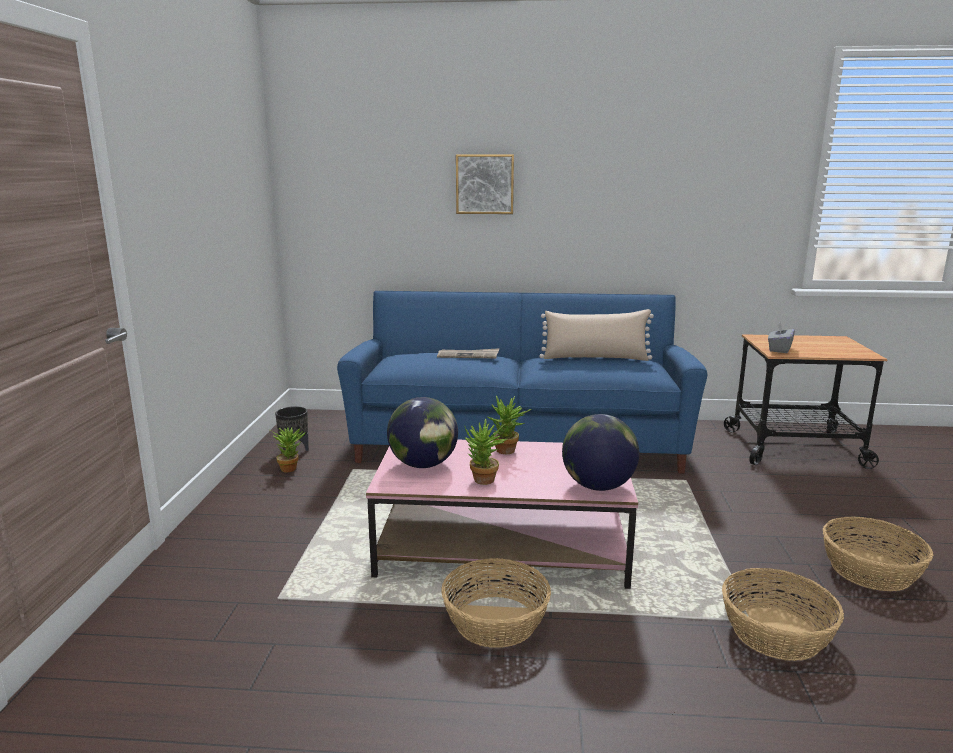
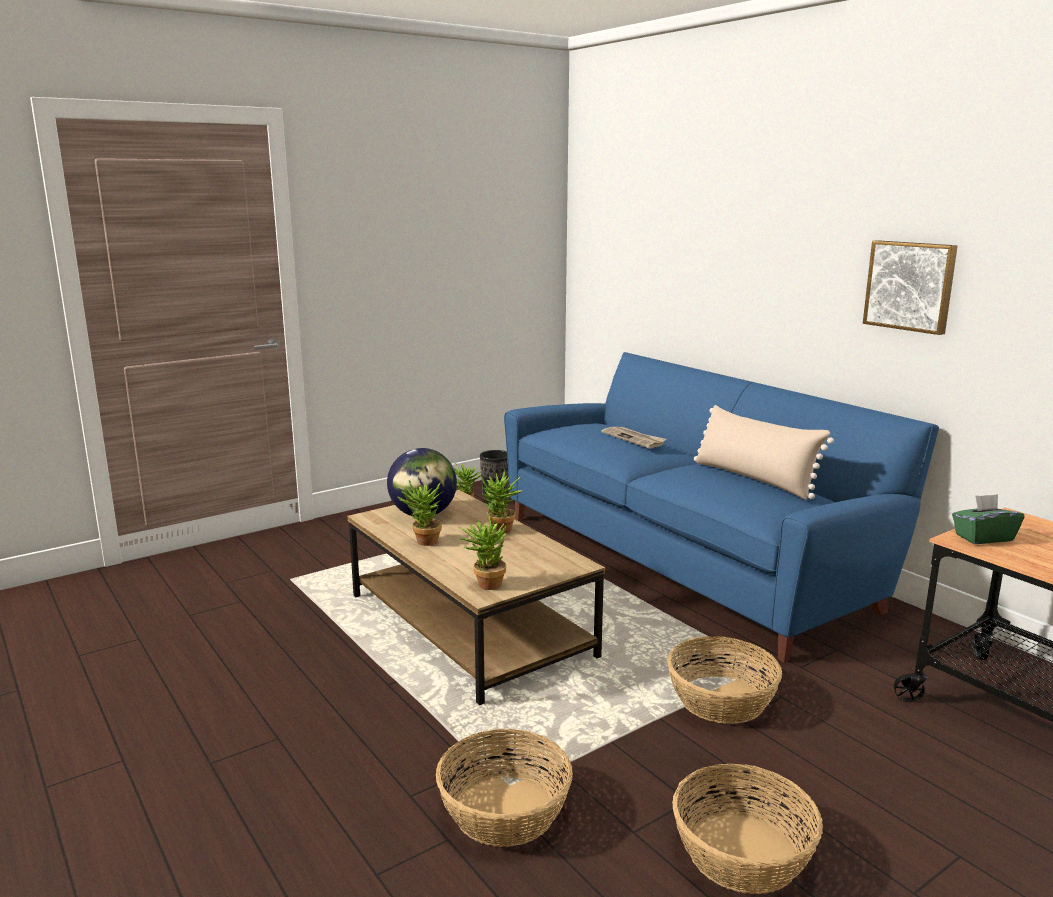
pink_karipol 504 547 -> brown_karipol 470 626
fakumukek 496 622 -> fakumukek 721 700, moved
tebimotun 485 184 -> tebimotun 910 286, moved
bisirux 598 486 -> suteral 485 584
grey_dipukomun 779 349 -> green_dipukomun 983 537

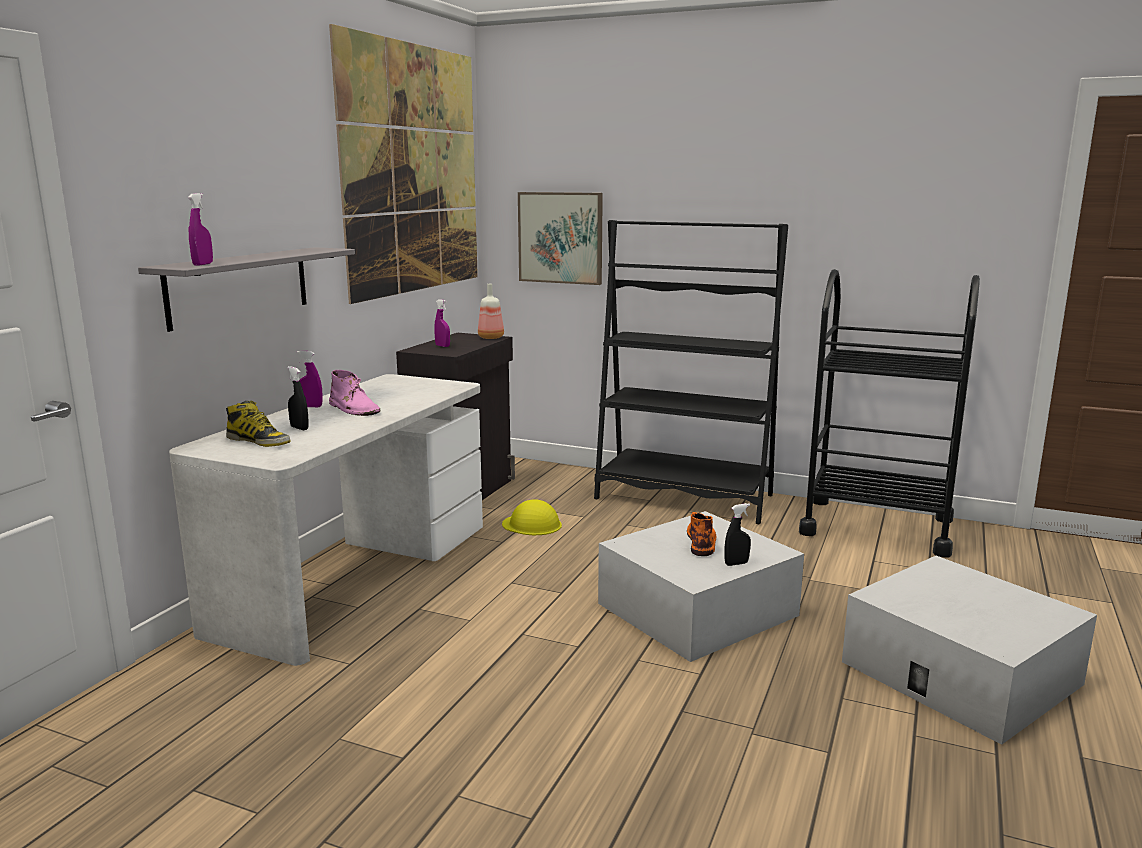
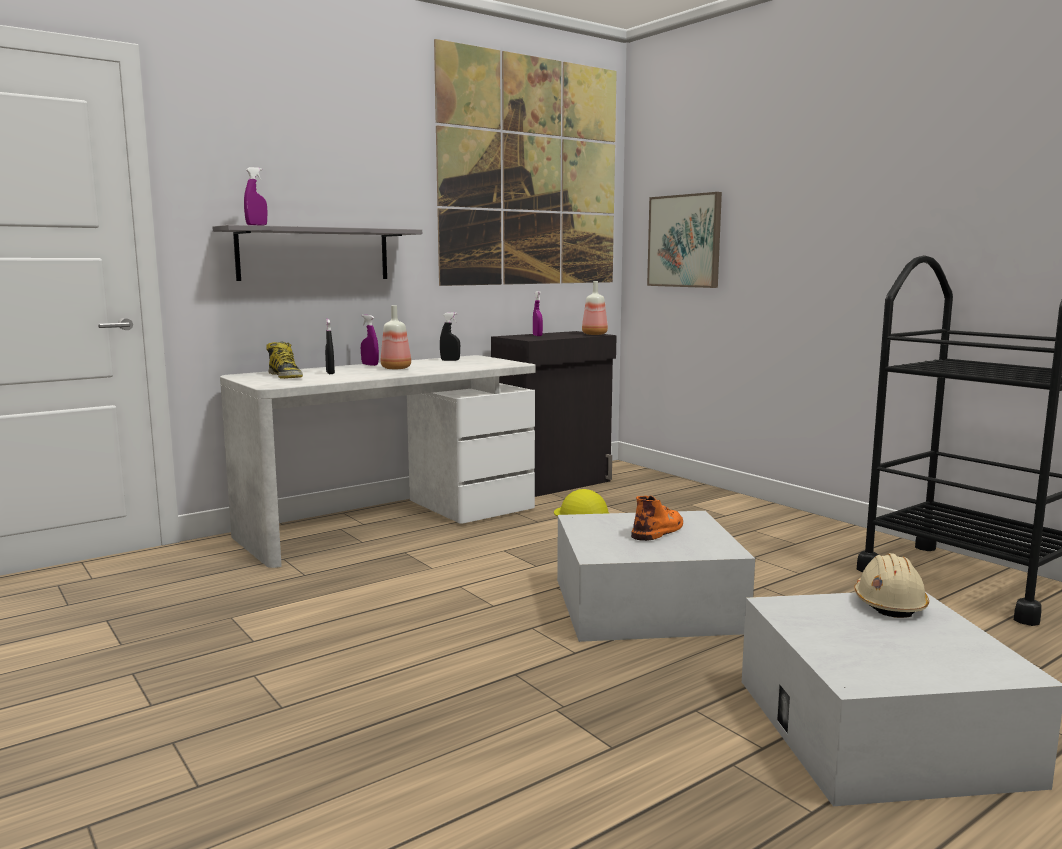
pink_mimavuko 354 409 -> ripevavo 396 368
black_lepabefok 684 497 -> none
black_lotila 736 563 -> black_lotila 450 360, moved
none -> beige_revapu 889 603

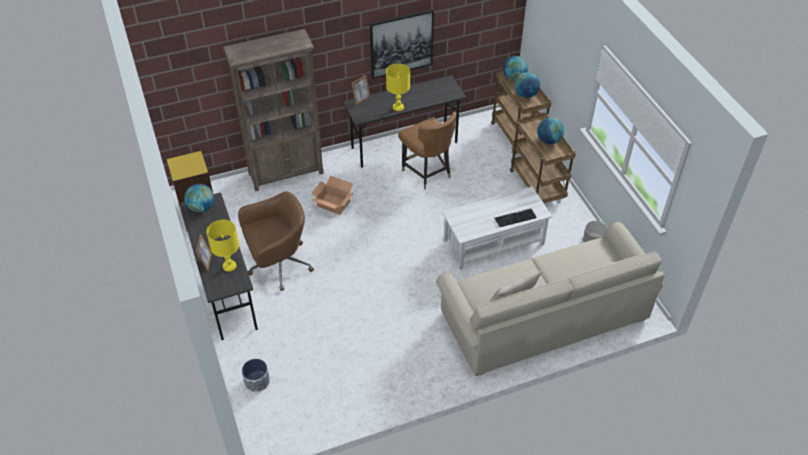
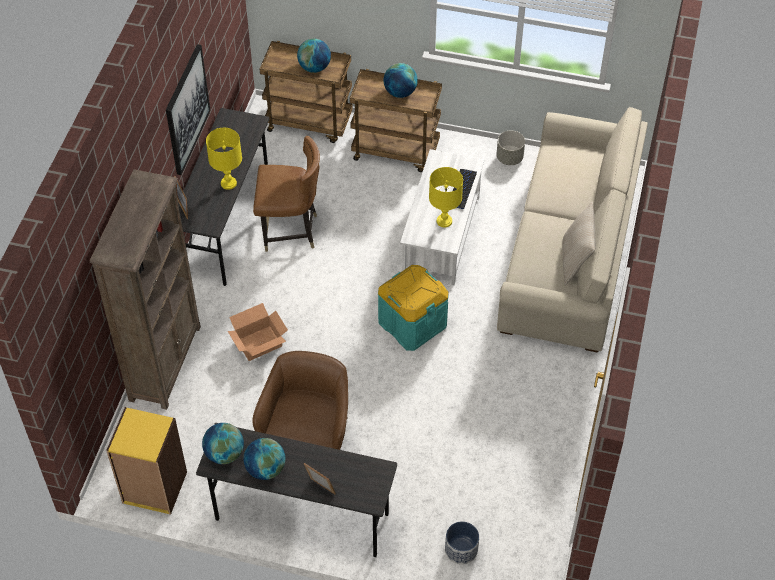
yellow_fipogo 229 266 -> yellow_fipogo 444 221, moved
bisirux 514 78 -> bisirux 265 469, moved
none -> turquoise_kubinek 412 323

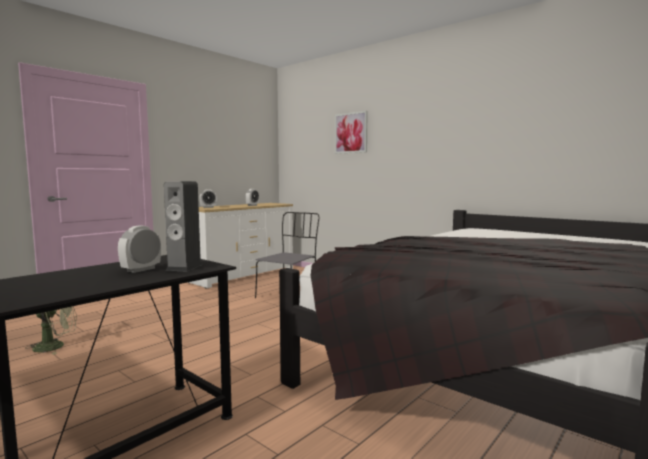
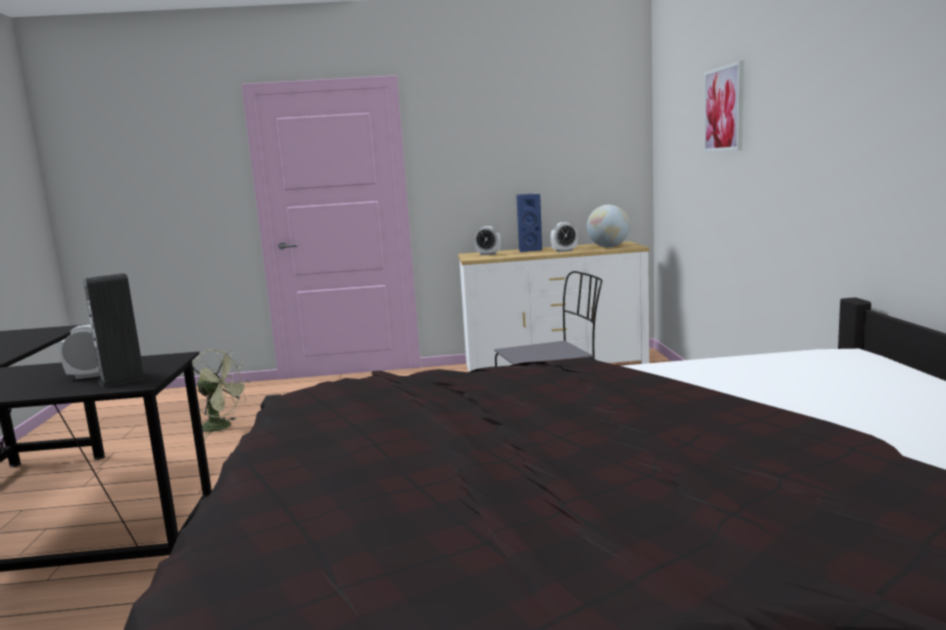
none -> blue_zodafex 529 250
none -> bisirux 608 247

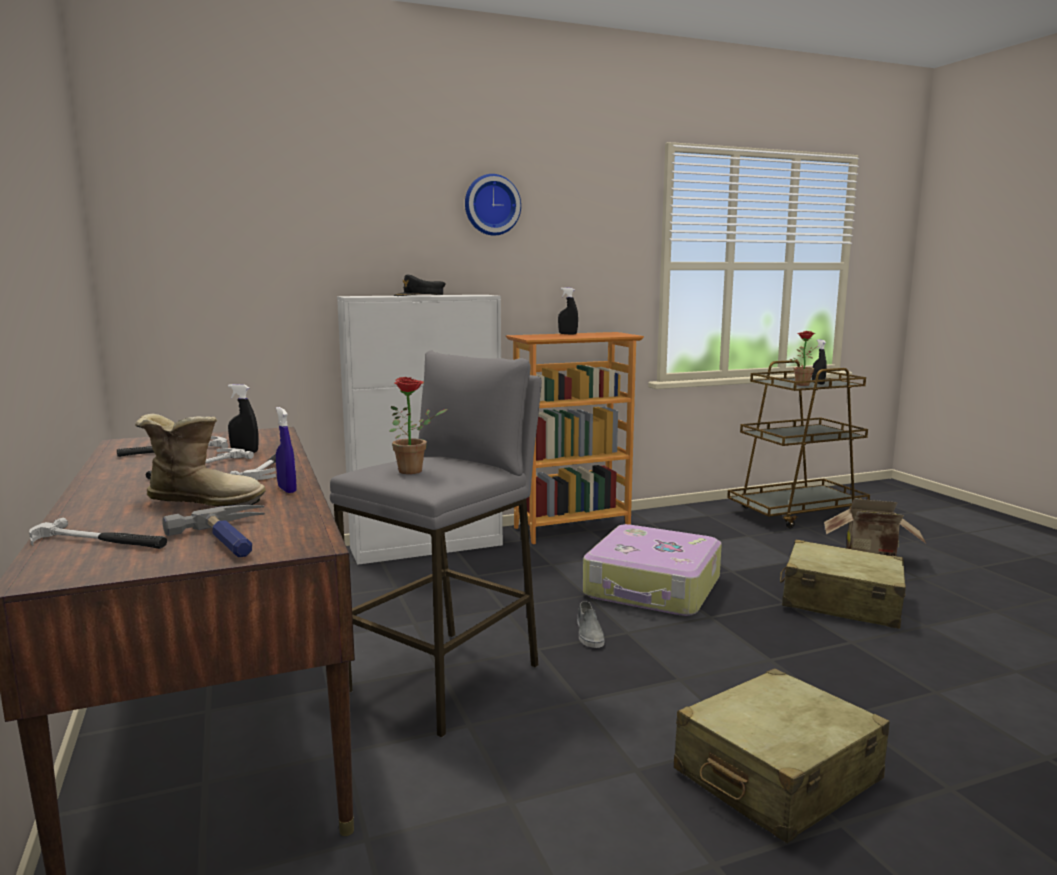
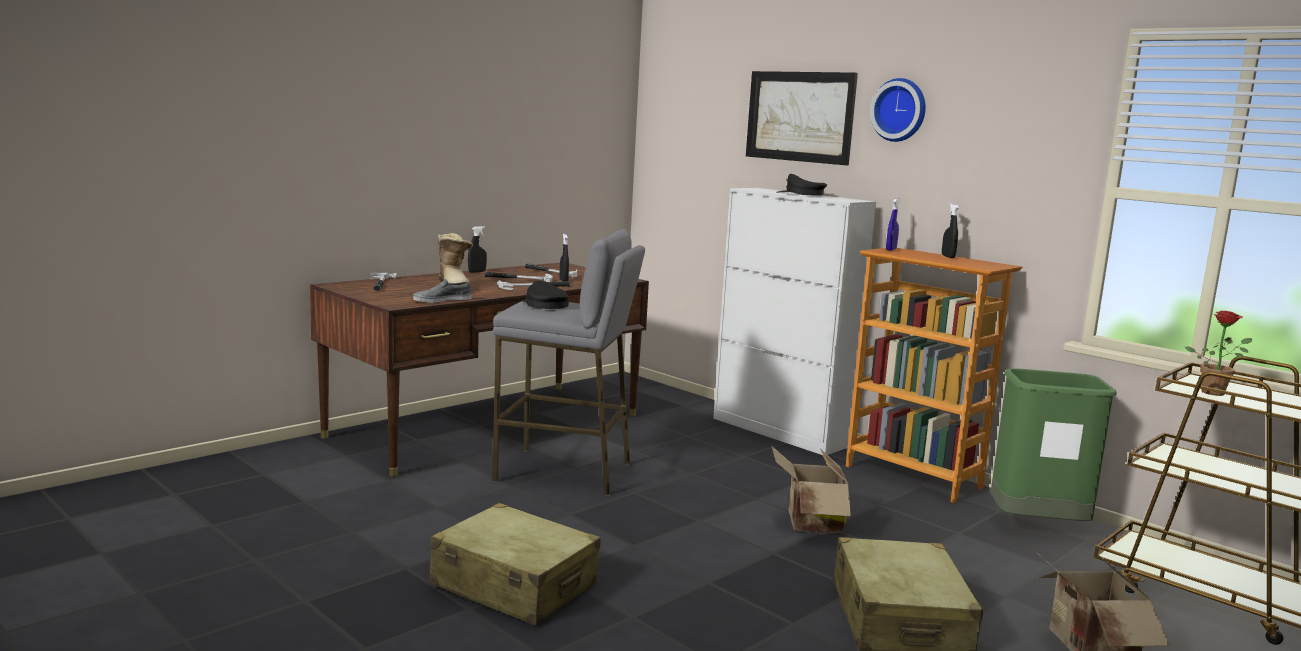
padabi 230 540 -> none
blue_lotila 287 490 -> blue_lotila 891 249, moved
suteral 415 470 -> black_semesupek 544 304
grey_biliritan 589 633 -> grey_biliritan 442 300, moved
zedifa 653 588 -> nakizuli 809 524
black_lotila 818 383 -> black_lotila 477 272, moved
none -> tebimotun 800 116
none -> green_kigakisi 1037 527

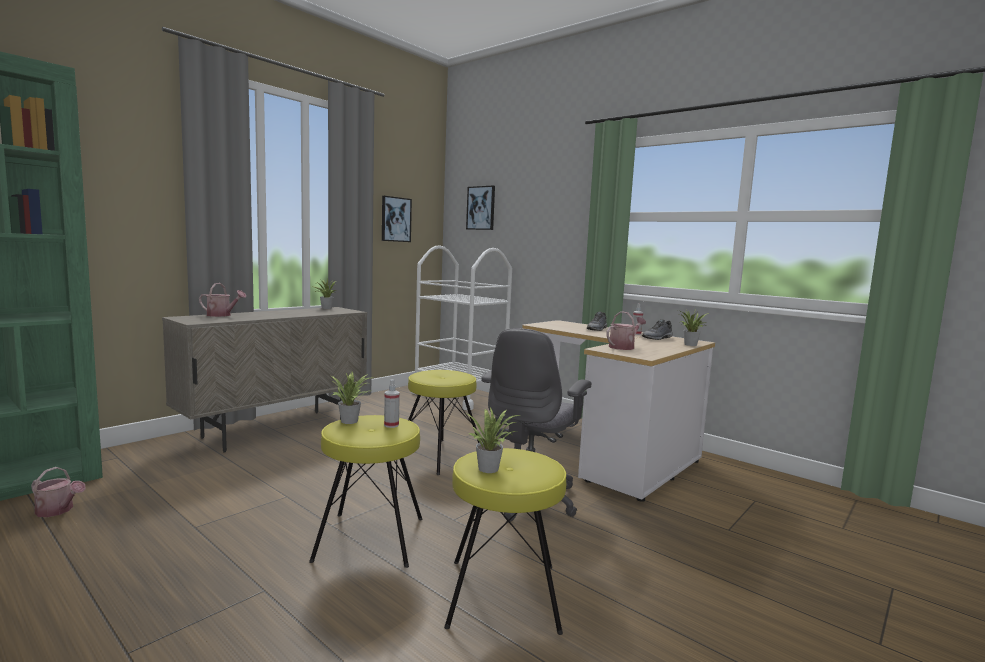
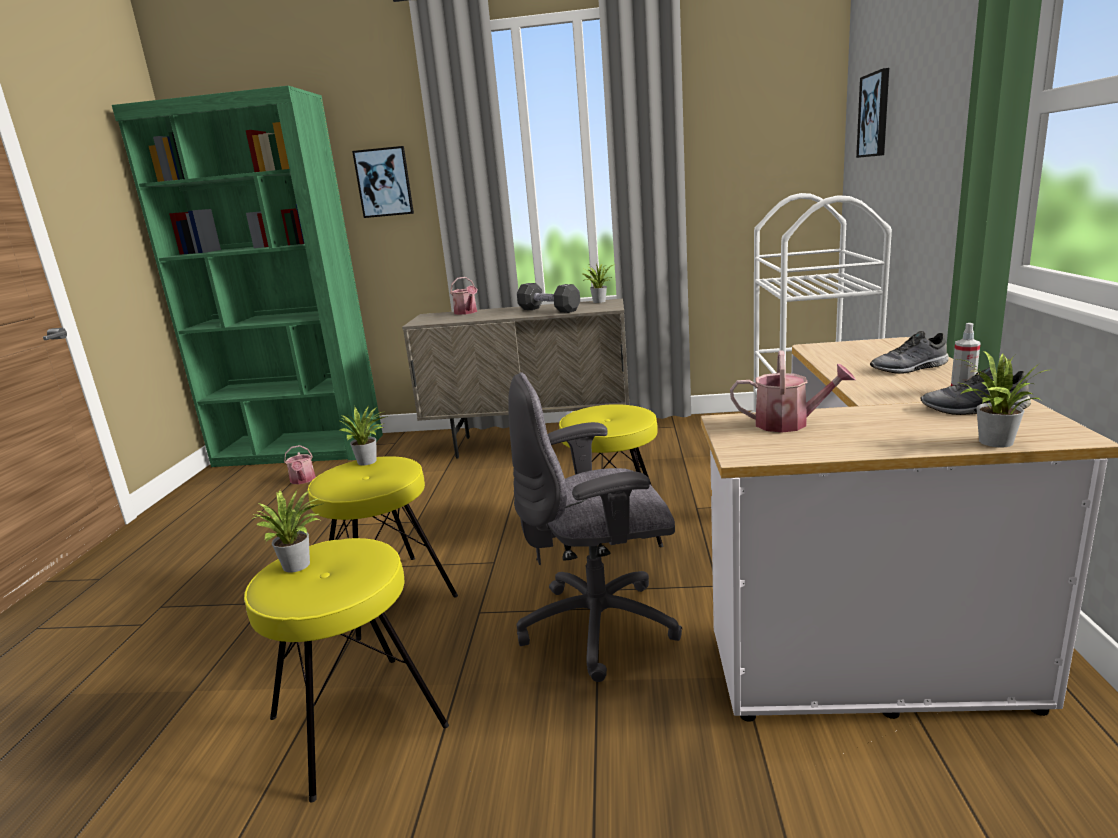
tebimotun 395 219 -> tebimotun 384 182, moved
lotila 391 425 -> none
none -> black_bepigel 549 310

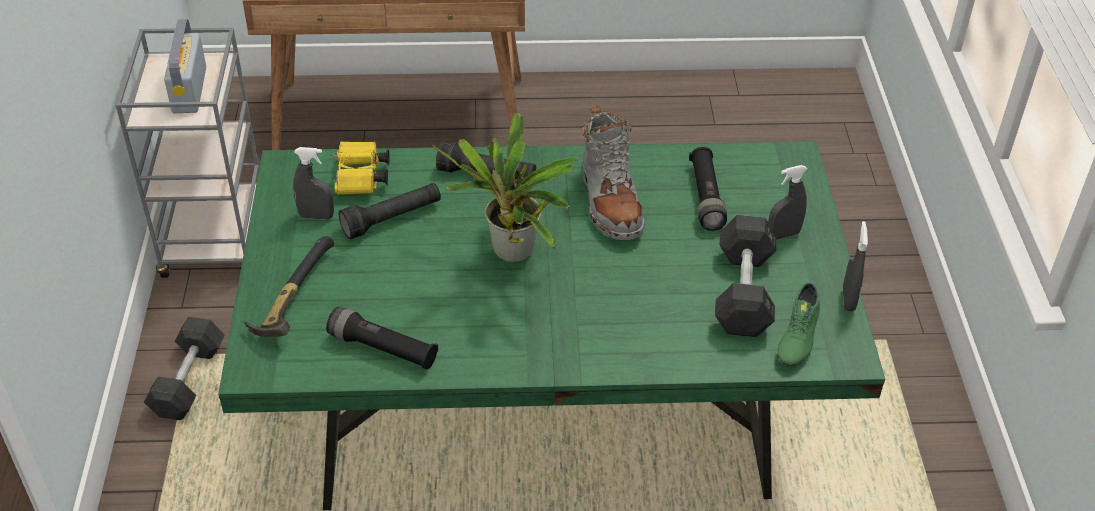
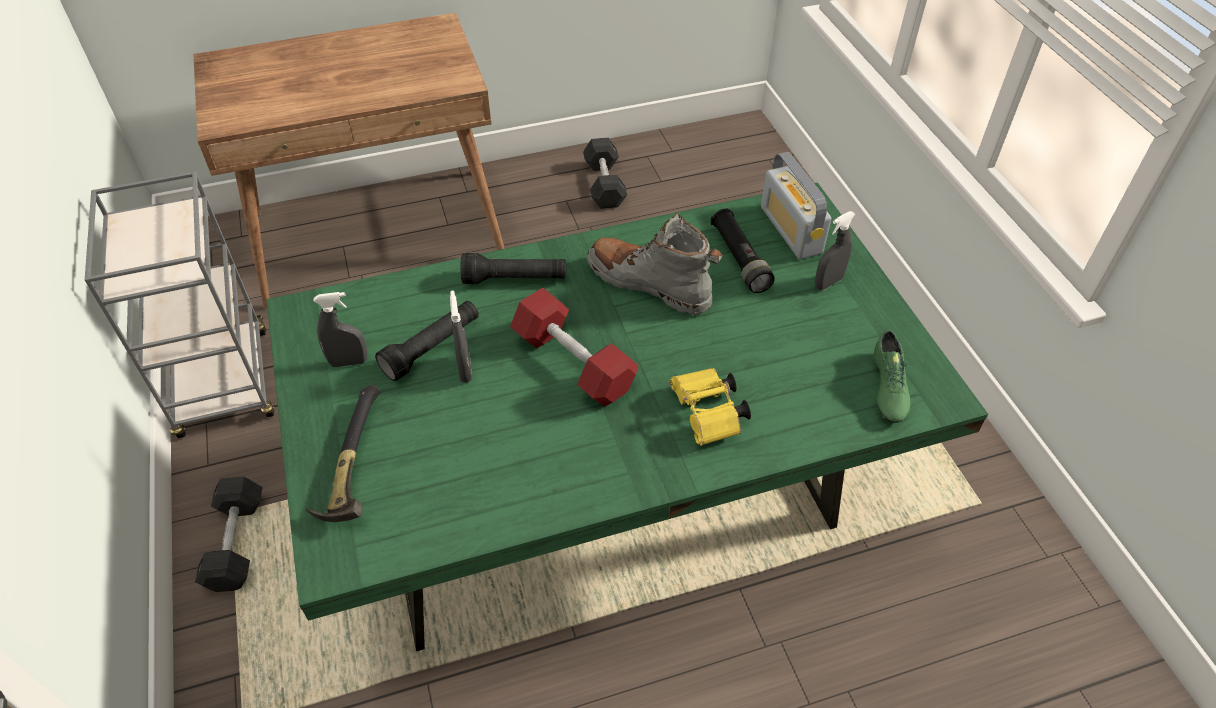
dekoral 189 90 -> dekoral 791 230, moved
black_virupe 383 349 -> none
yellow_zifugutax 361 179 -> yellow_zifugutax 709 415, moved
suteral 513 256 -> red_bepigel 573 362
grey_mimavuko 610 203 -> grey_mimavuko 649 284, 150 degrees clockwise
grey_bepigel 743 292 -> grey_bepigel 604 184, moved
grey_lotila 848 300 -> grey_lotila 465 370, moved

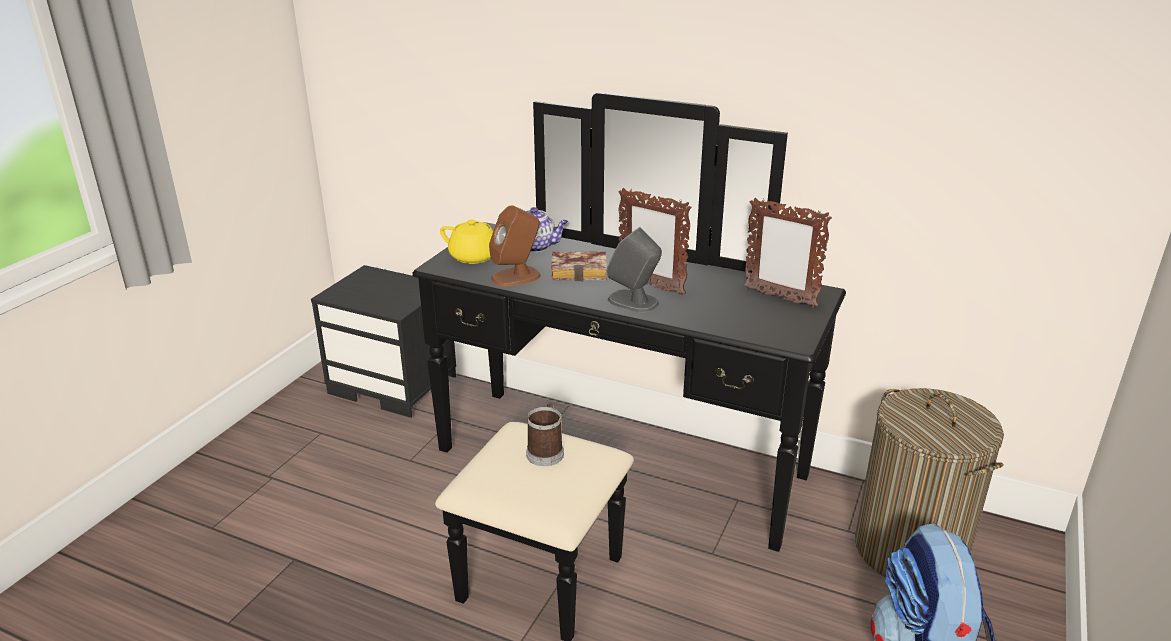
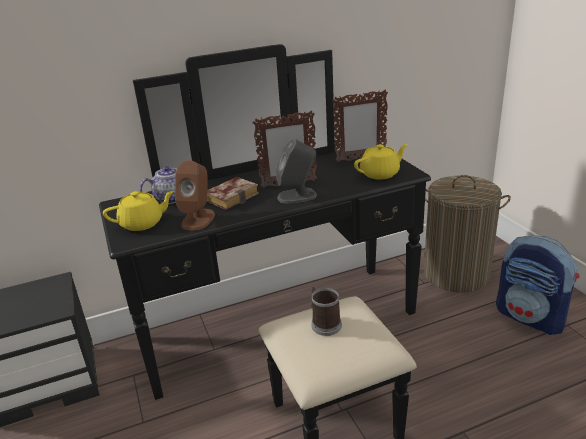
none -> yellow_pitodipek 380 174

